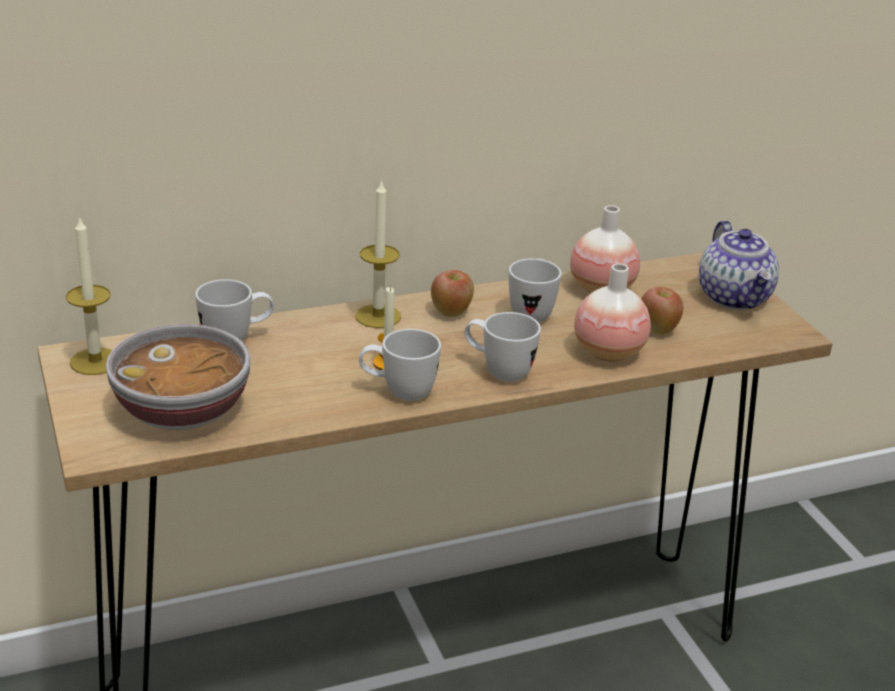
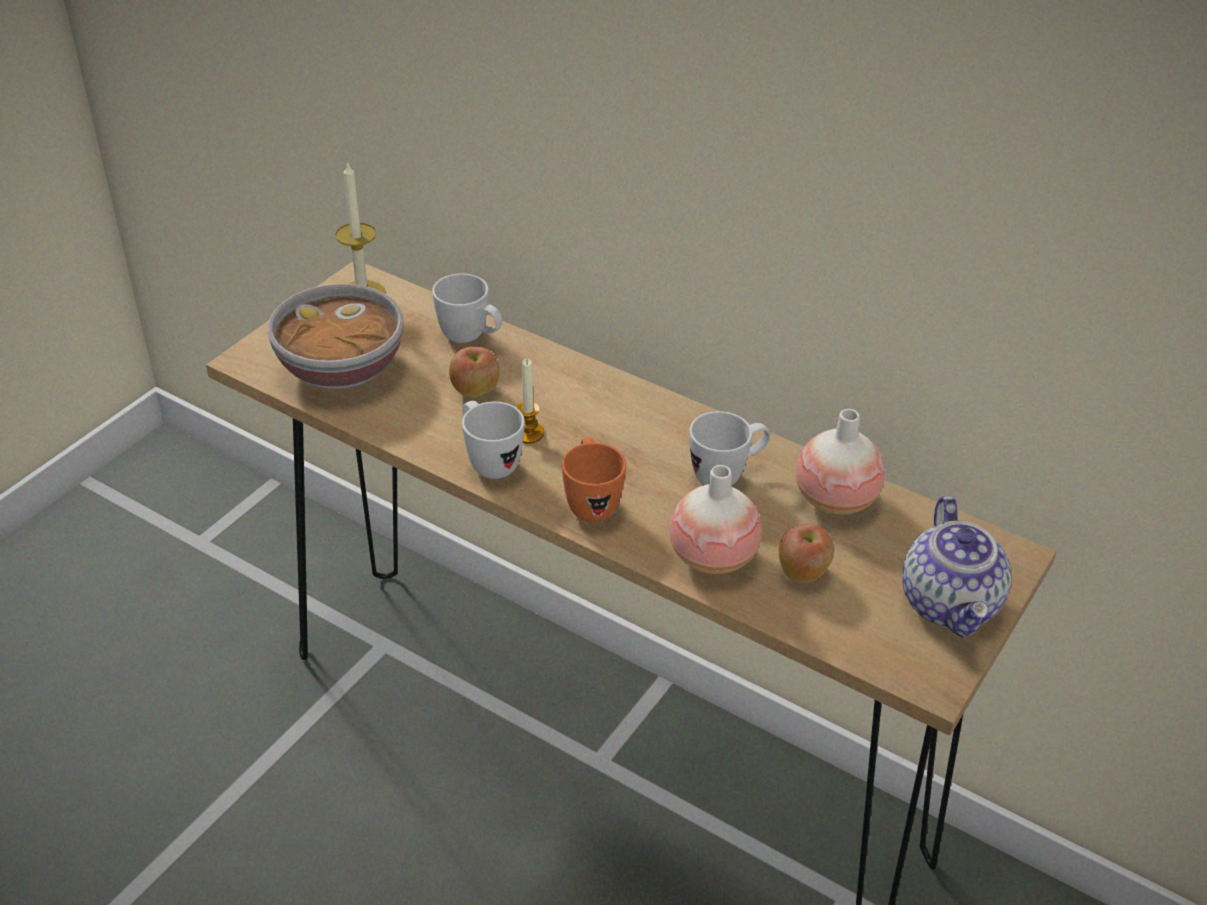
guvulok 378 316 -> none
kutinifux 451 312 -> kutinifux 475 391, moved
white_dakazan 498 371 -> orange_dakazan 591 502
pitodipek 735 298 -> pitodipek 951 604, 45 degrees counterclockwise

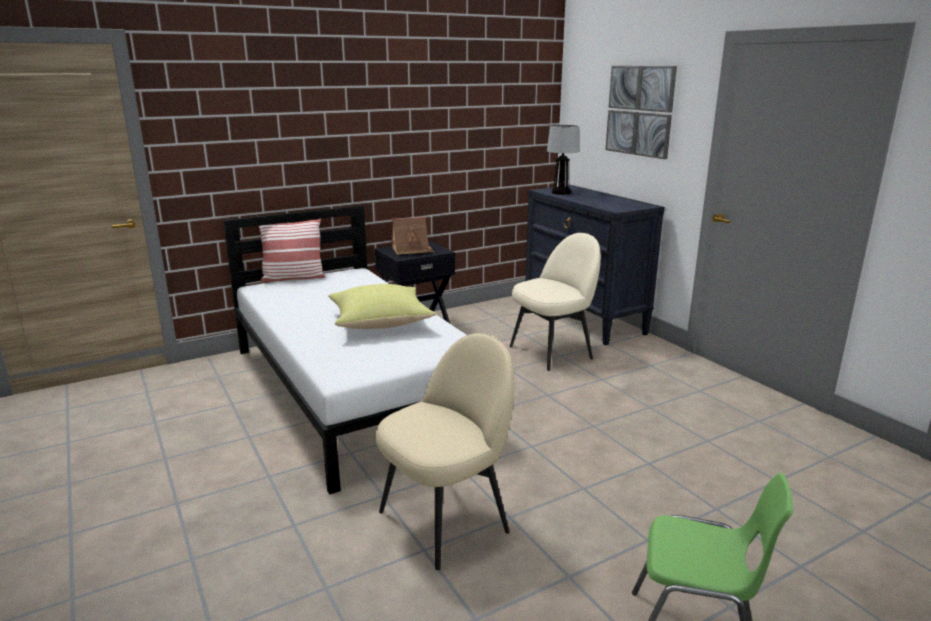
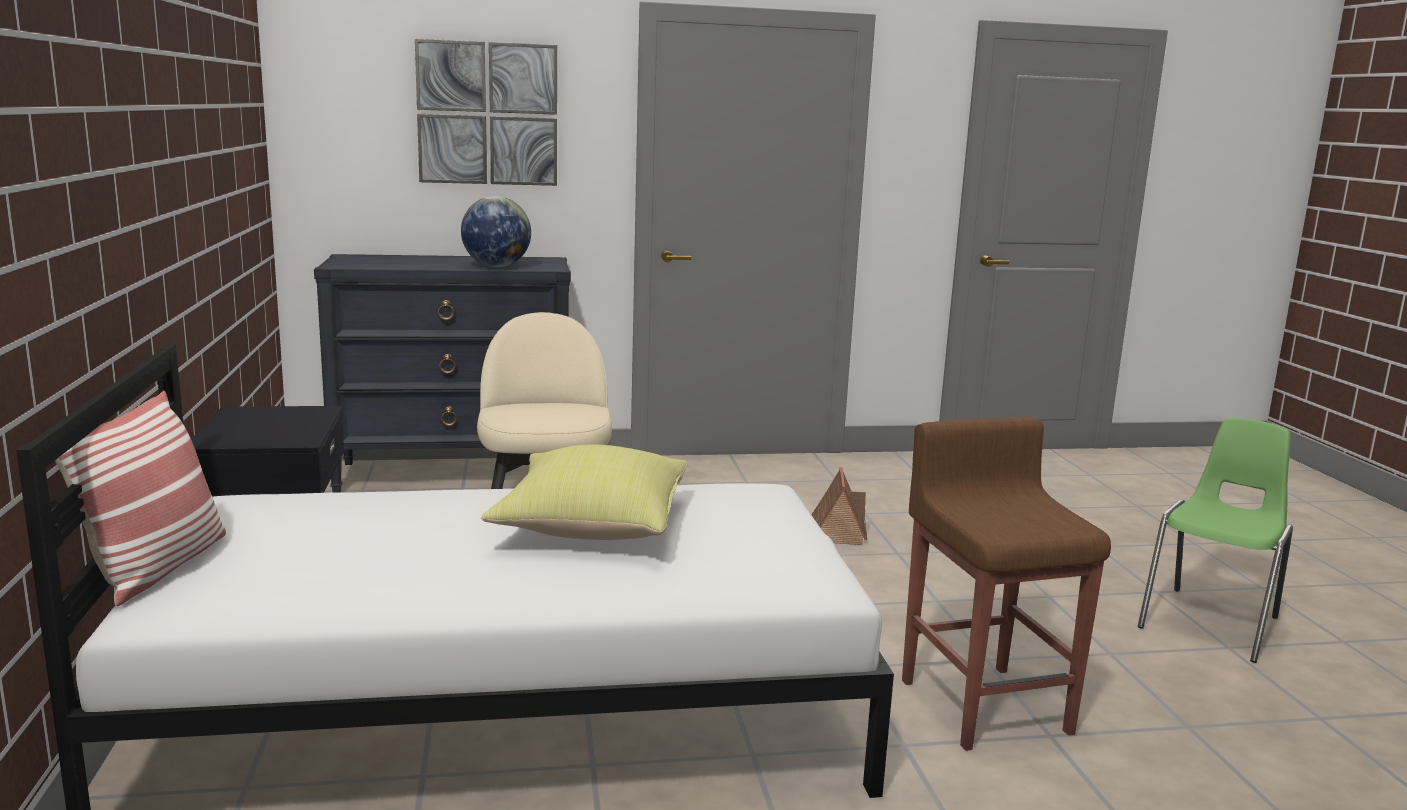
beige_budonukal 446 520 -> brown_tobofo 984 704
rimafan 412 250 -> rimafan 837 531, moved
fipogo 561 193 -> none
none -> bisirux 496 266

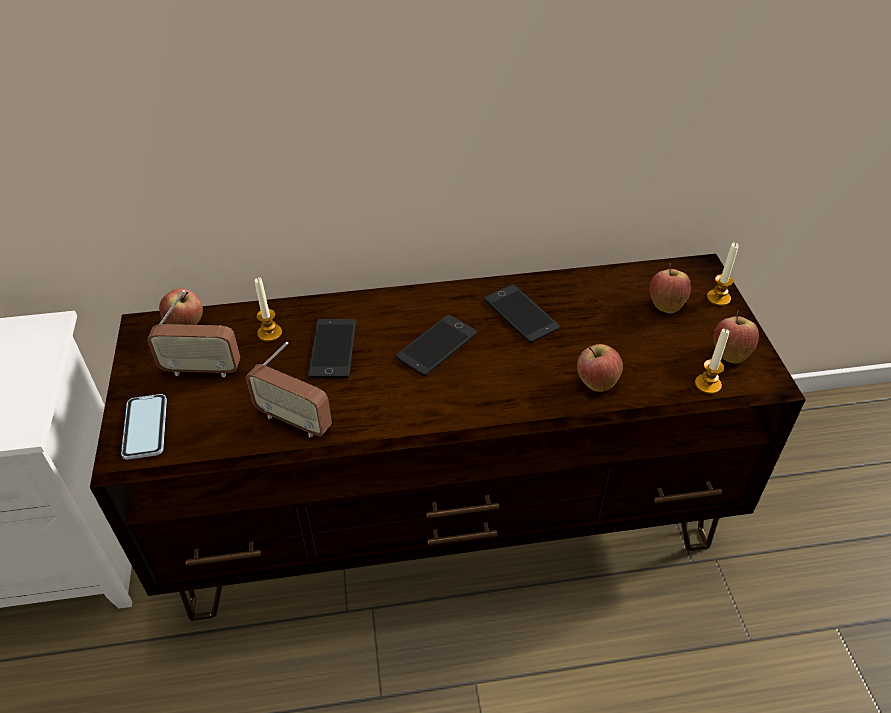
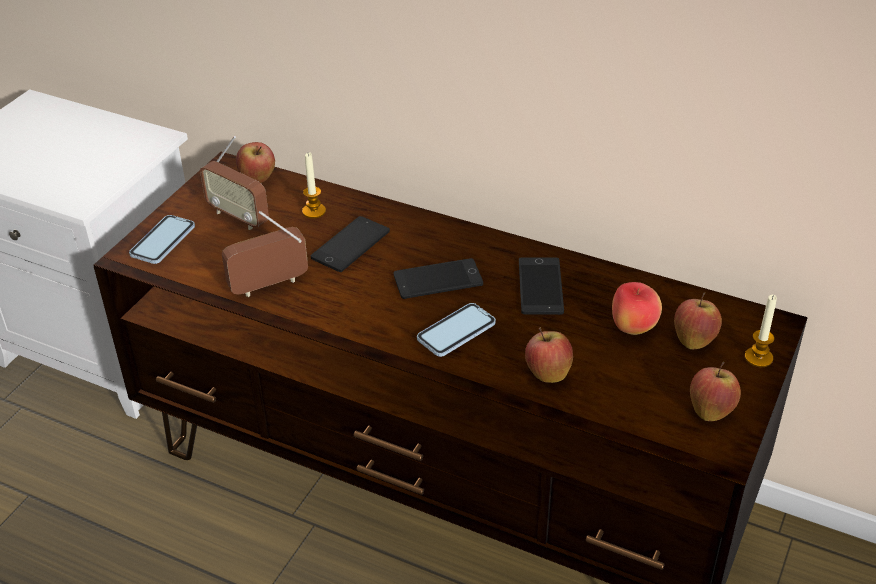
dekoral 294 421 -> dekoral 269 285, 90 degrees clockwise
guvulok 707 384 -> none
none -> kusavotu 456 332
none -> kutinifux 632 328

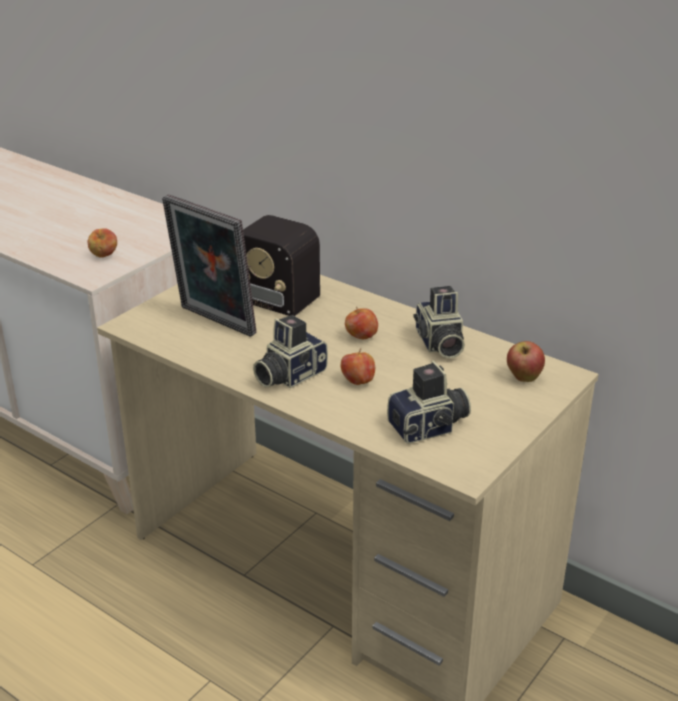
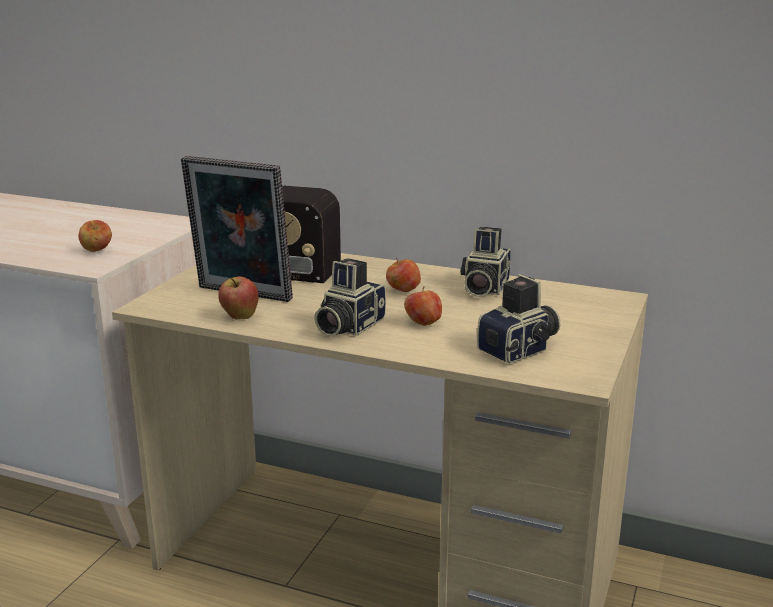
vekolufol 439 344 -> vekolufol 483 288, 45 degrees clockwise
kutinifux 523 378 -> kutinifux 240 317, moved

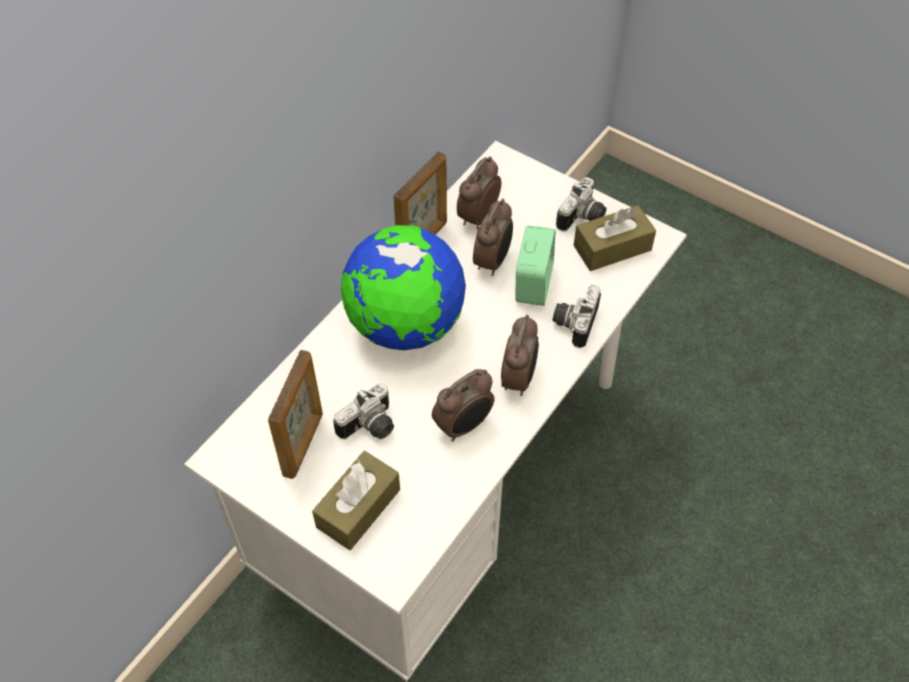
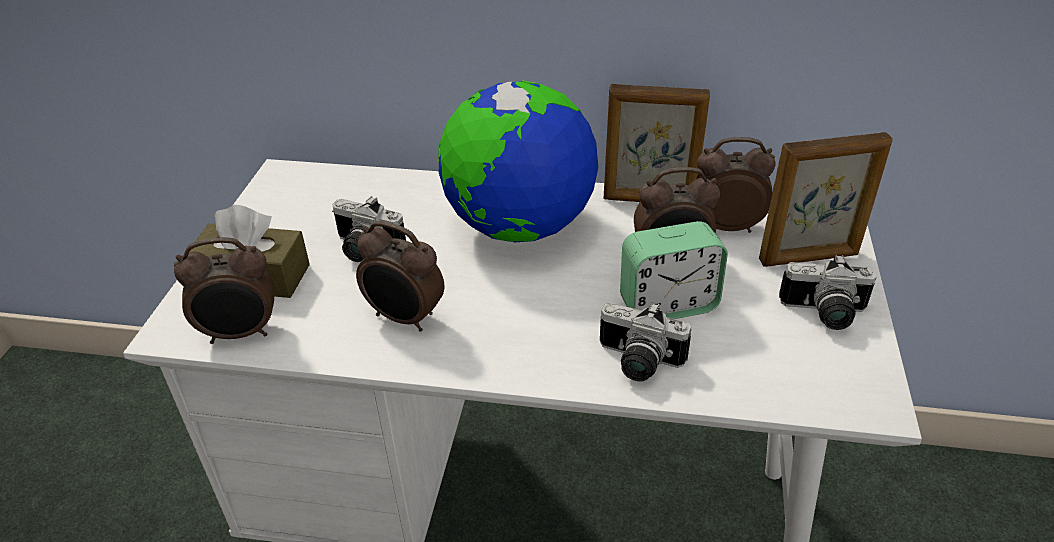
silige 304 444 -> silige 809 258, moved
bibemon 519 378 -> bibemon 241 333, moved
vekolufol 573 322 -> vekolufol 637 363, 150 degrees counterclockwise
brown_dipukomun 612 248 -> none

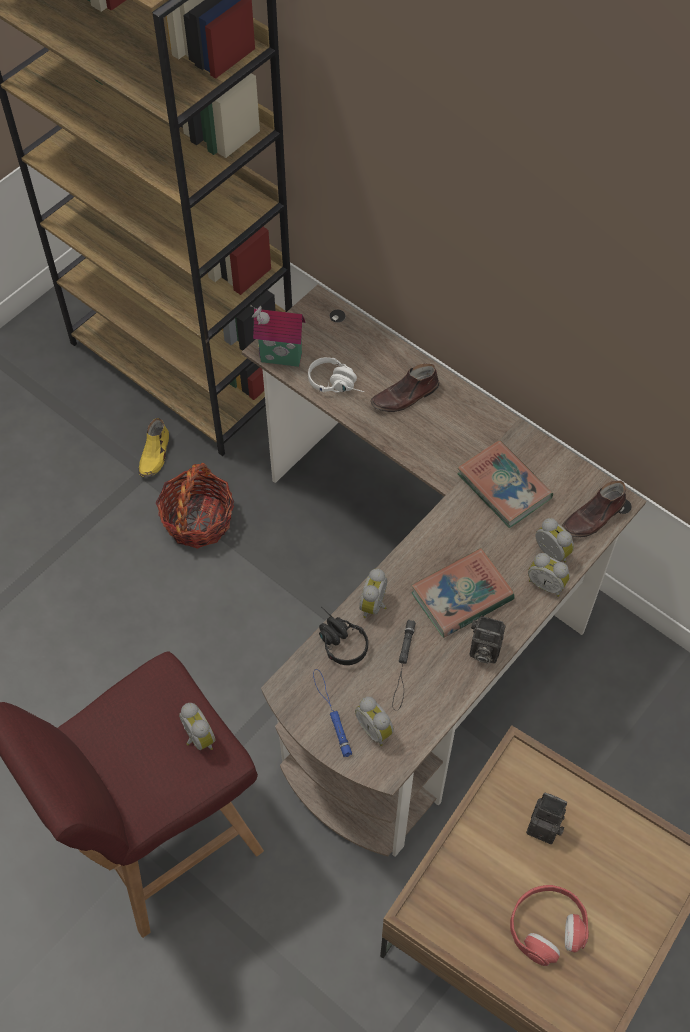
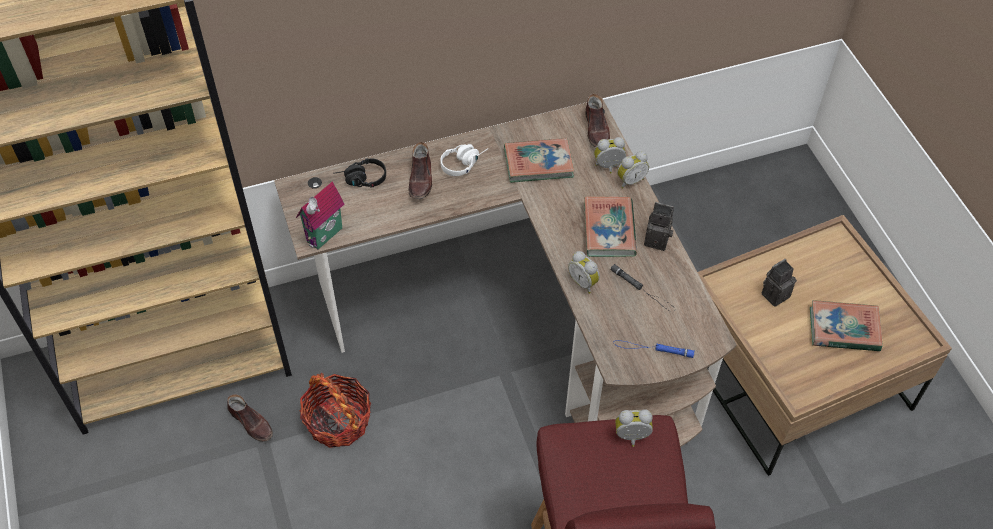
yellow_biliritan 155 454 -> brown_biliritan 251 422
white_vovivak 337 383 -> white_vovivak 464 162, moved
black_vovivak 338 640 -> black_vovivak 360 180, moved
bibemon 375 729 -> none
vekolufol 483 650 -> vekolufol 658 239, 120 degrees counterclockwise
red_vovivak 547 926 -> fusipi 844 329

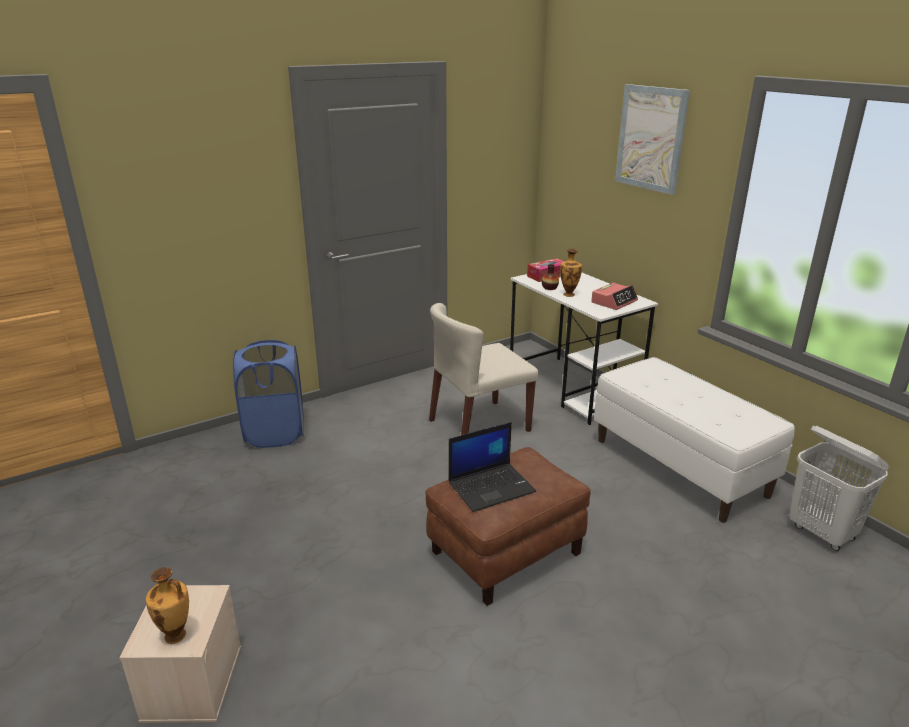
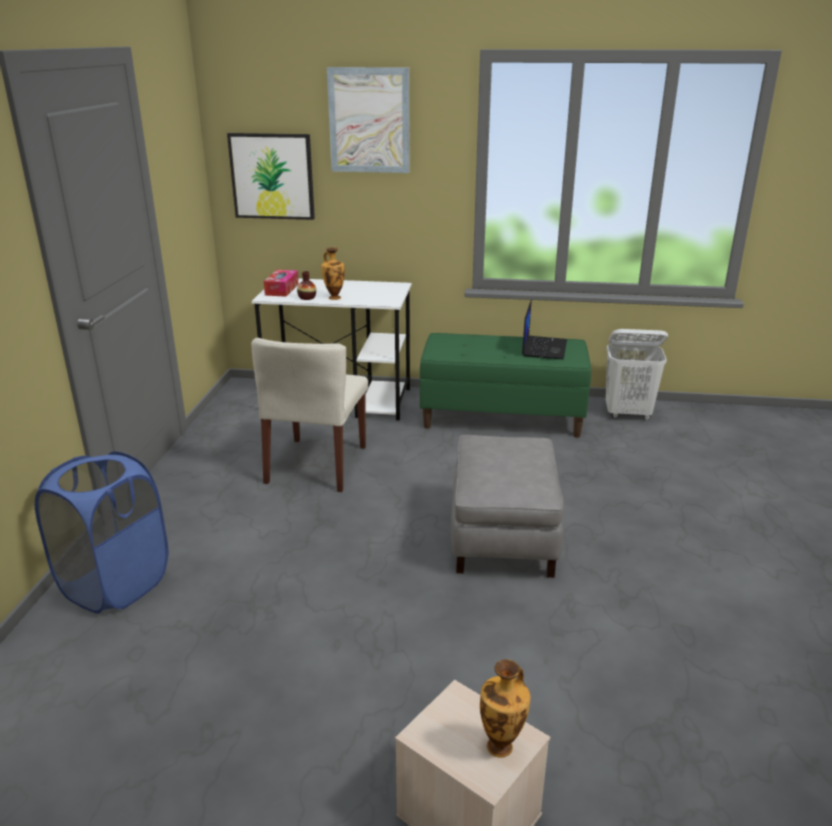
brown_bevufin 505 552 -> grey_bevufin 502 537
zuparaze 492 486 -> zuparaze 543 348, moved
bibemon 614 302 -> none
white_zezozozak 680 467 -> green_zezozozak 502 417
none -> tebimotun 272 176

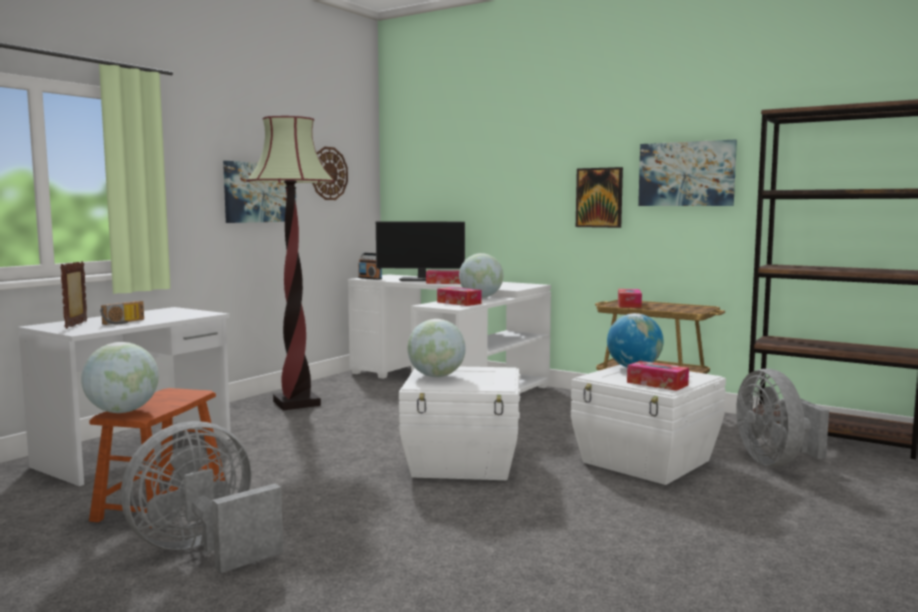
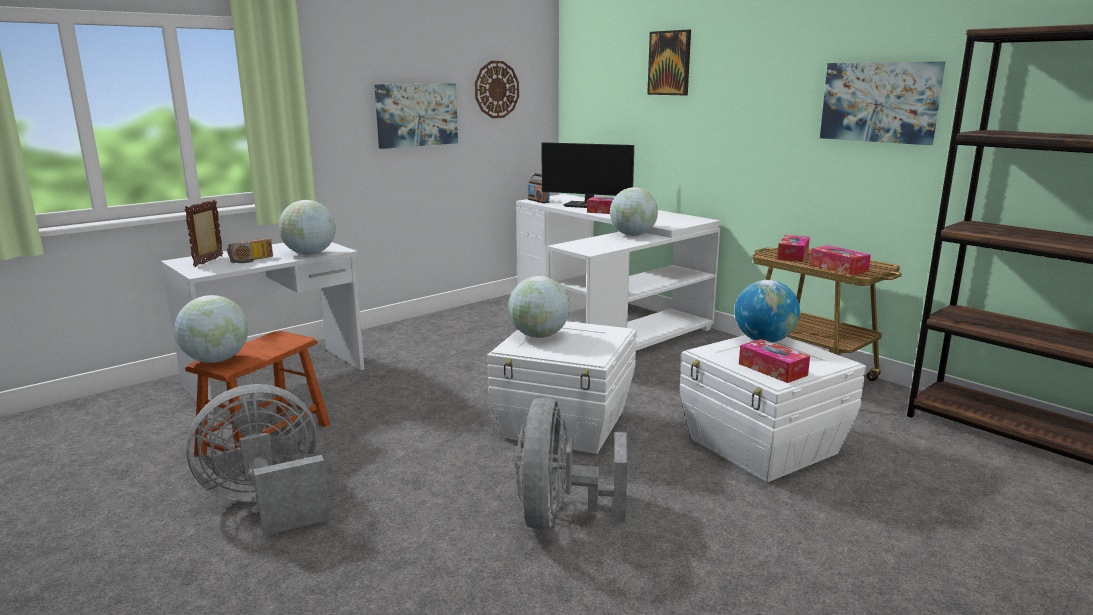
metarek 297 403 -> none
dipukomun 459 303 -> dipukomun 838 268, moved
tebimotun 599 197 -> tebimotun 669 63, moved
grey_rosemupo 775 462 -> grey_rosemupo 560 516, moved
none -> bisirux 310 254

